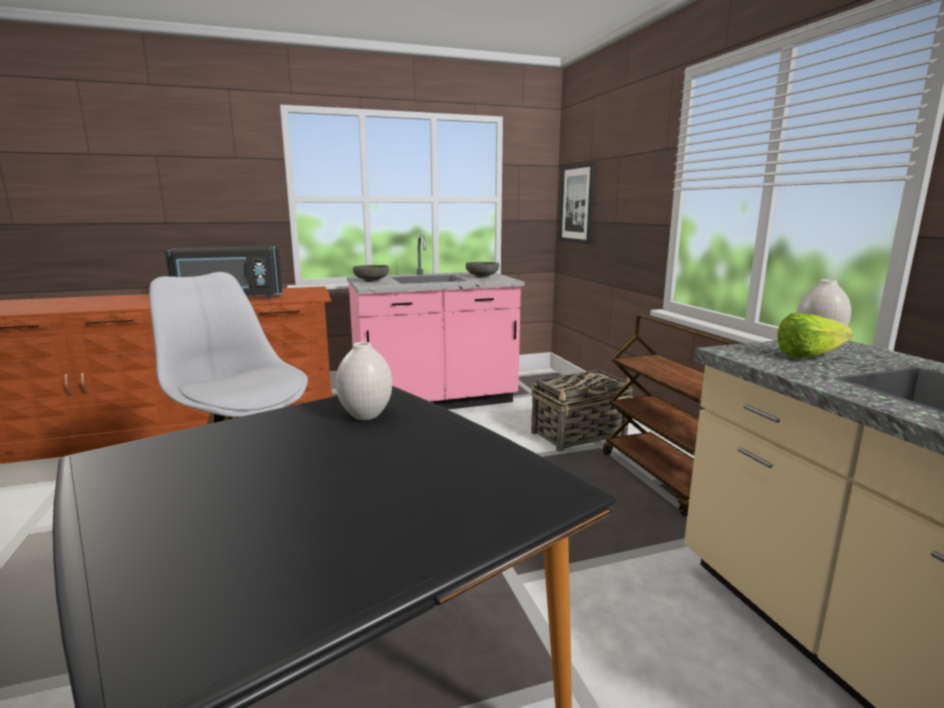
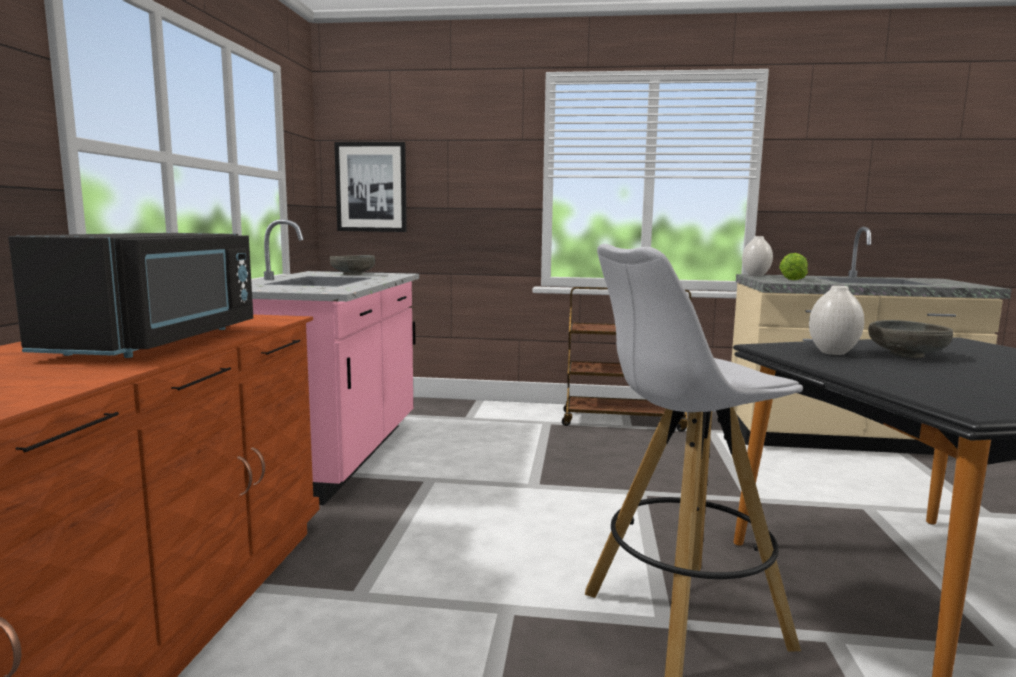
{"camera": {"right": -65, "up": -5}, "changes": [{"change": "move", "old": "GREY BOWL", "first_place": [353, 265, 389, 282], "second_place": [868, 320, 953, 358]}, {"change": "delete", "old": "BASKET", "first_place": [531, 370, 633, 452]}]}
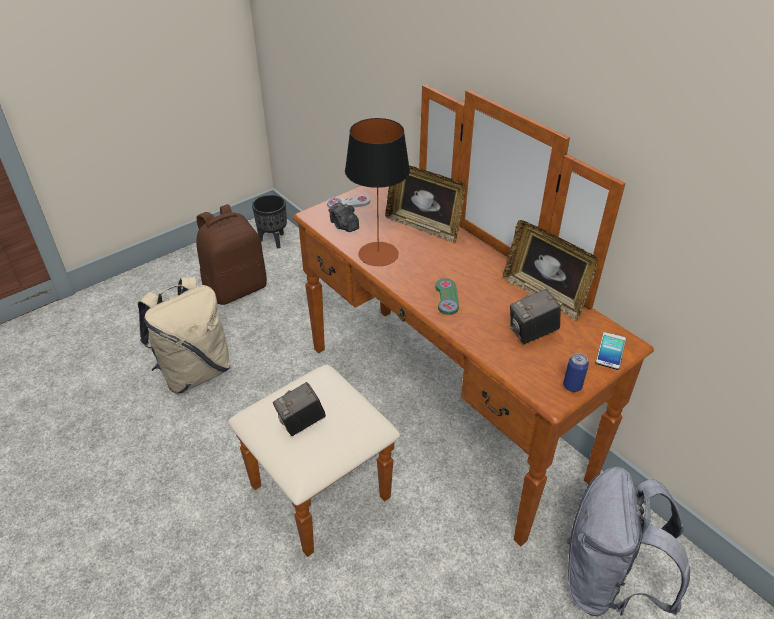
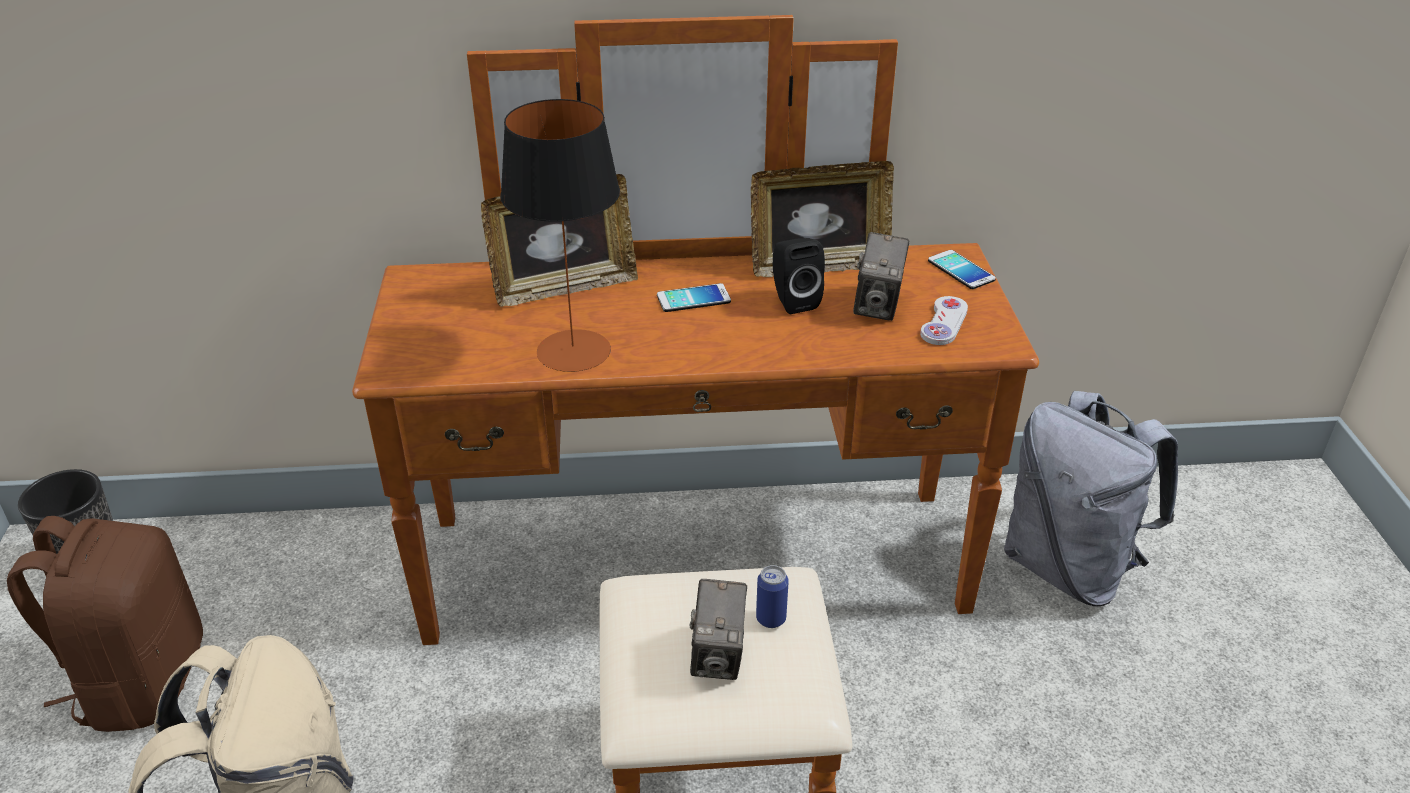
{"camera": {"right": -55, "up": -5}, "changes": [{"change": "move", "old": "WHITE-COLOURED JOYPAD", "first_place": [327, 194, 370, 208], "second_place": [920, 296, 968, 345]}, {"change": "delete", "old": "PHOTO CAMERA", "first_place": [329, 202, 359, 232]}, {"change": "delete", "old": "GREEN-COLOURED JOYPAD", "first_place": [436, 278, 459, 315]}, {"change": "move", "old": "METAL CAN", "first_place": [563, 353, 589, 392], "second_place": [756, 565, 789, 628]}, {"change": "insert", "new": "HANDSET", "second_place": [657, 283, 731, 312]}, {"change": "insert", "new": "BLACKISH AUDIO SPEAKER", "second_place": [773, 238, 825, 314]}]}
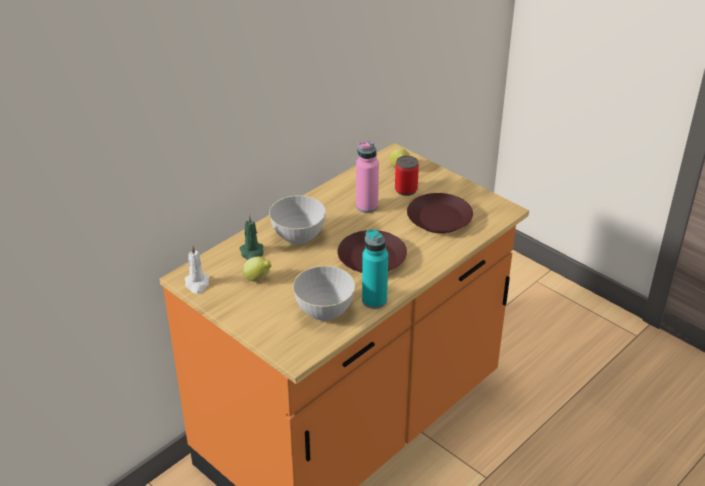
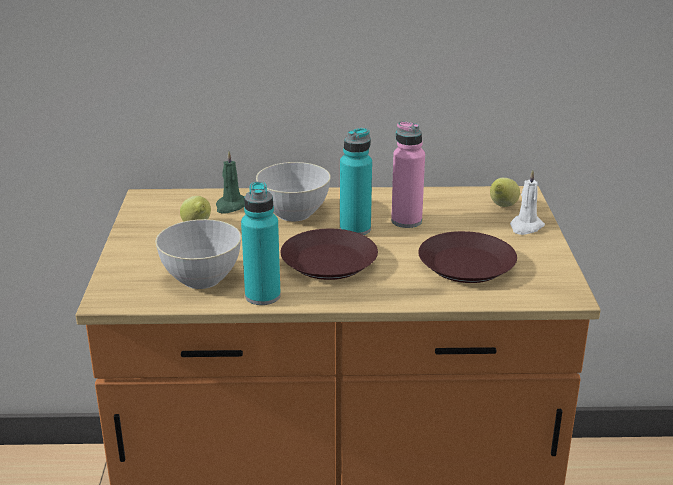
{"camera": {"right": 45, "up": -10}, "changes": [{"change": "move", "old": "WHITE-COLOURED CANDLE", "first_place": [185, 245, 210, 294], "second_place": [510, 170, 545, 235]}, {"change": "delete", "old": "METAL CAN", "first_place": [395, 156, 419, 196]}, {"change": "insert", "new": "TURQUOISE-COLOURED BOTTLE", "second_place": [340, 128, 372, 235]}]}
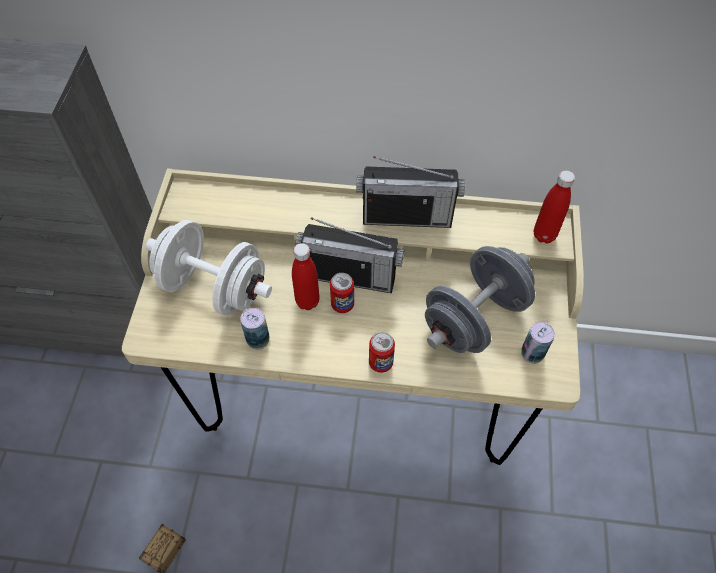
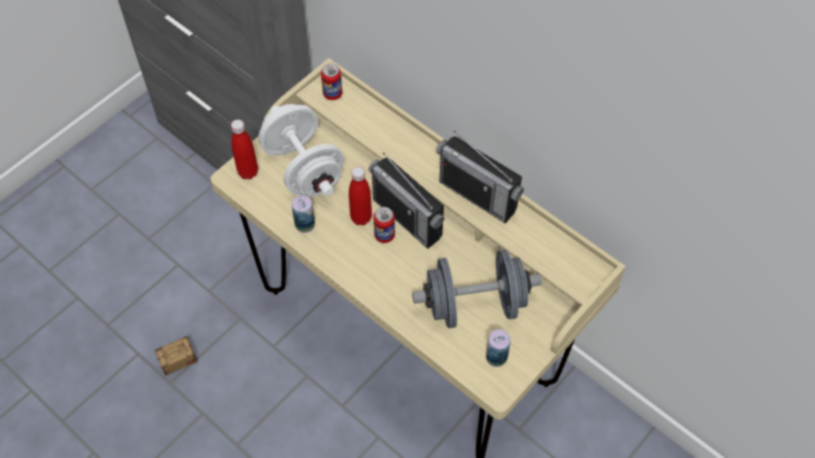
{"camera": {"right": 35, "up": 0}, "changes": [{"change": "move", "old": "METAL CAN", "first_place": [369, 332, 395, 373], "second_place": [321, 63, 342, 100]}, {"change": "move", "old": "REDDISH BOTTLE", "first_place": [534, 170, 575, 244], "second_place": [231, 120, 258, 179]}]}
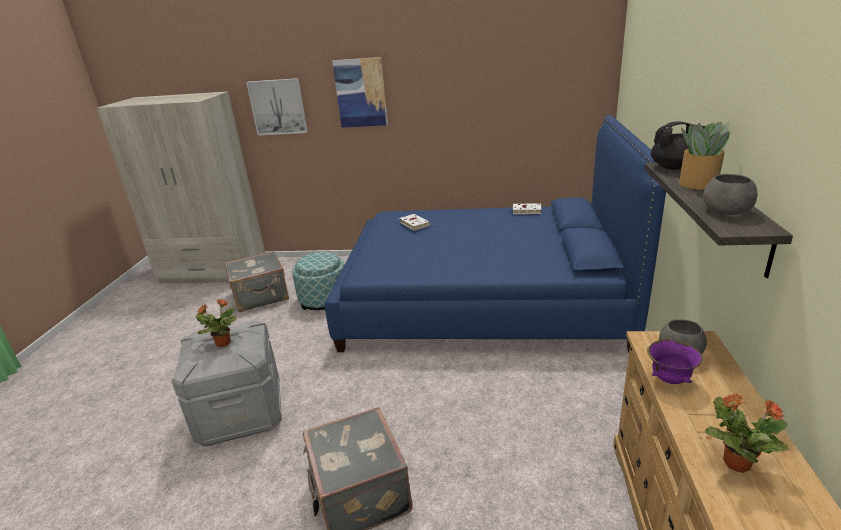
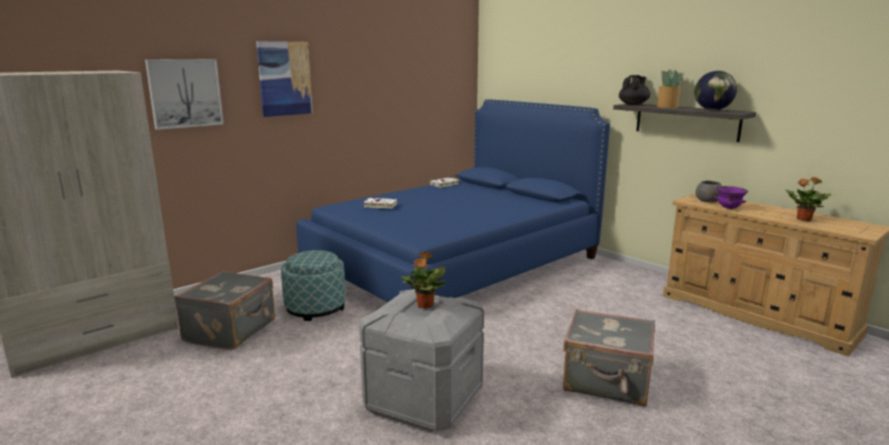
{"camera": {"right": -50, "up": -10}, "changes": [{"change": "replace", "old": "GREY BOWL", "new": "GLOBE", "first_place": [703, 174, 757, 215], "second_place": [695, 71, 737, 110]}]}
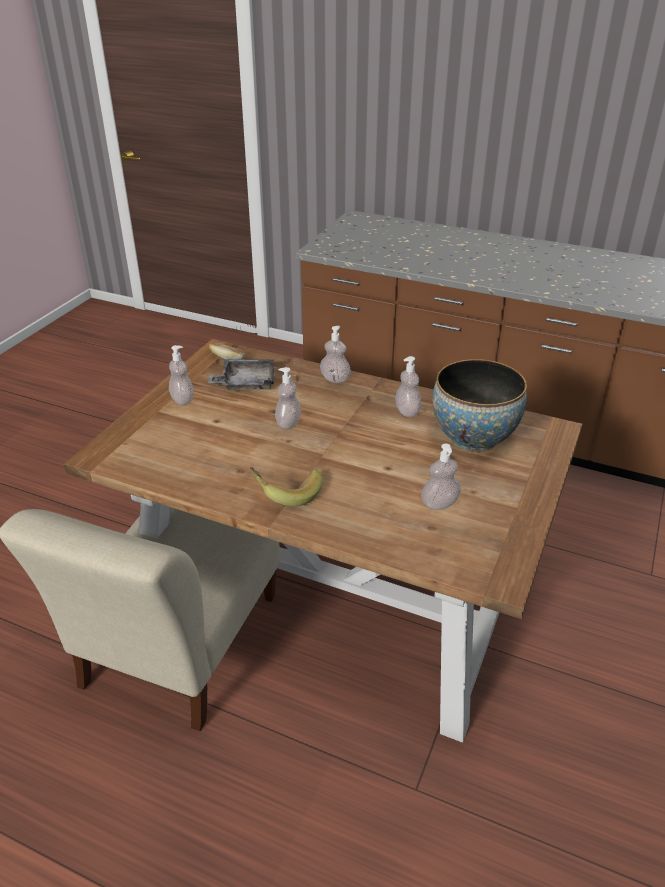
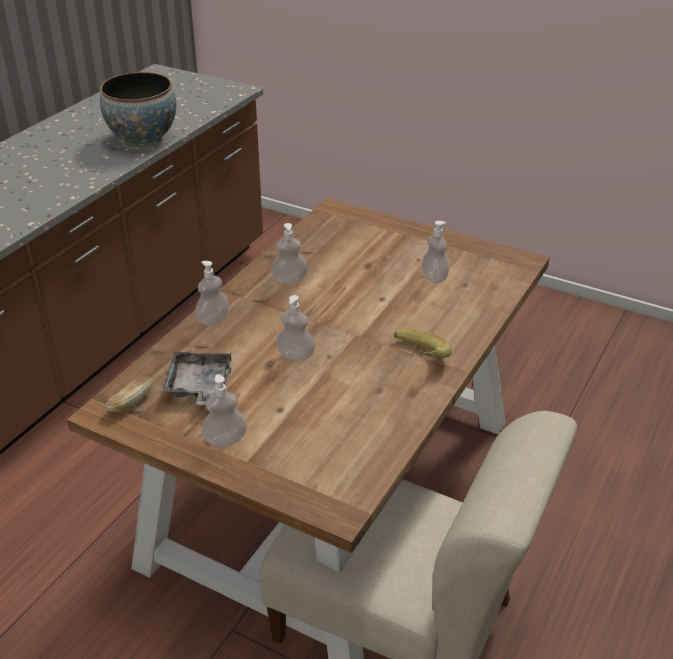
{"camera": {"right": -85, "up": 0}, "changes": [{"change": "move", "old": "BOWL", "first_place": [432, 359, 527, 453], "second_place": [100, 72, 176, 148]}]}
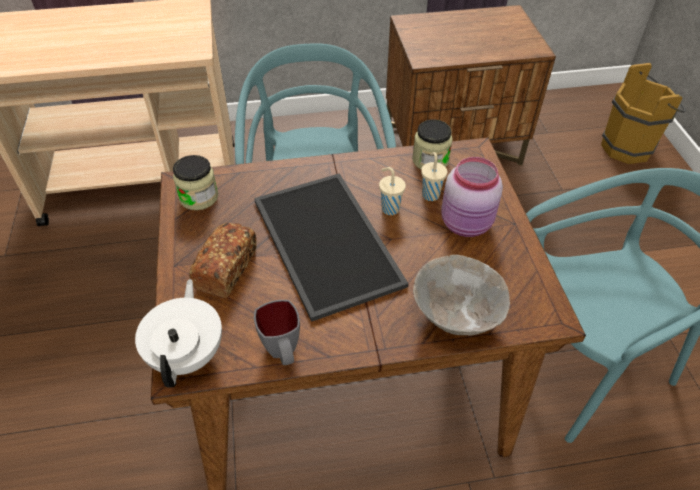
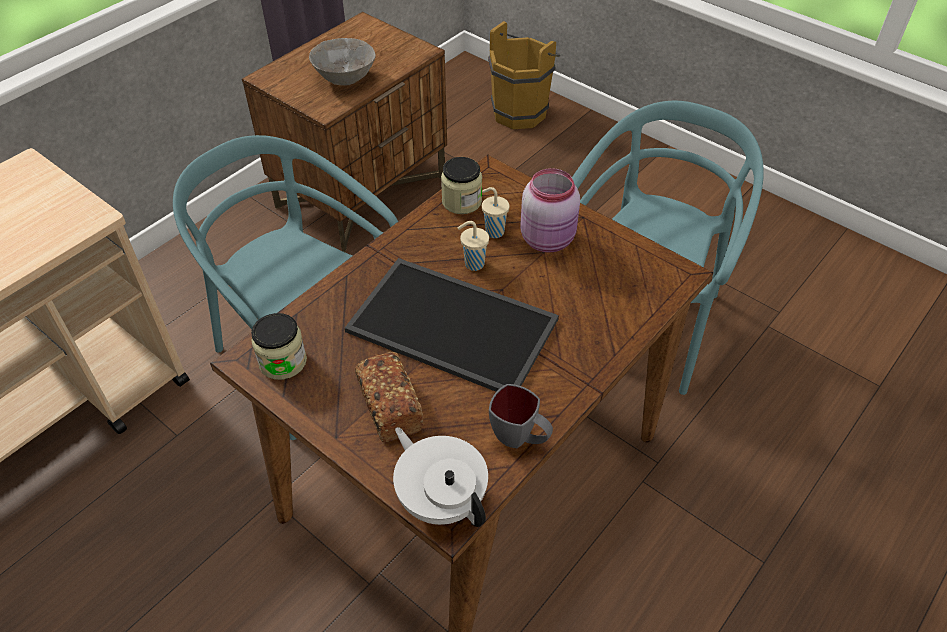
{"camera": {"right": -40, "up": 0}, "changes": [{"change": "move", "old": "GREY BOWL", "first_place": [413, 255, 510, 336], "second_place": [309, 38, 376, 86]}]}
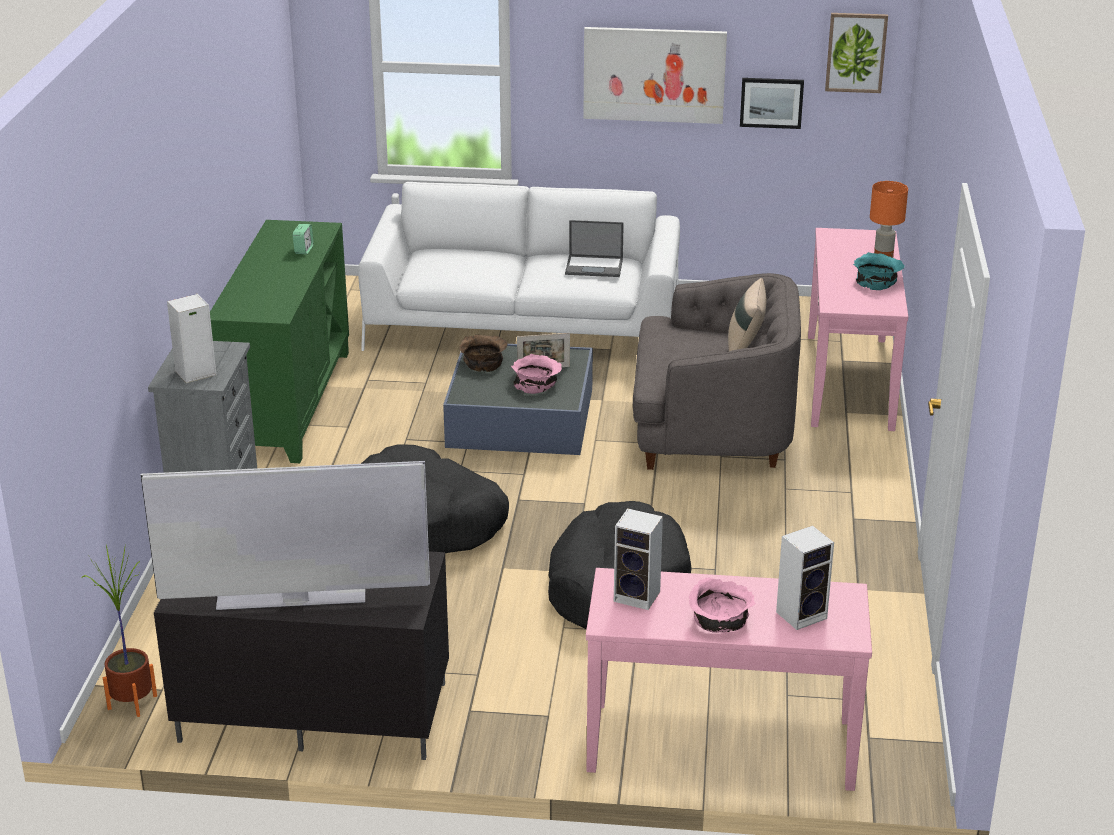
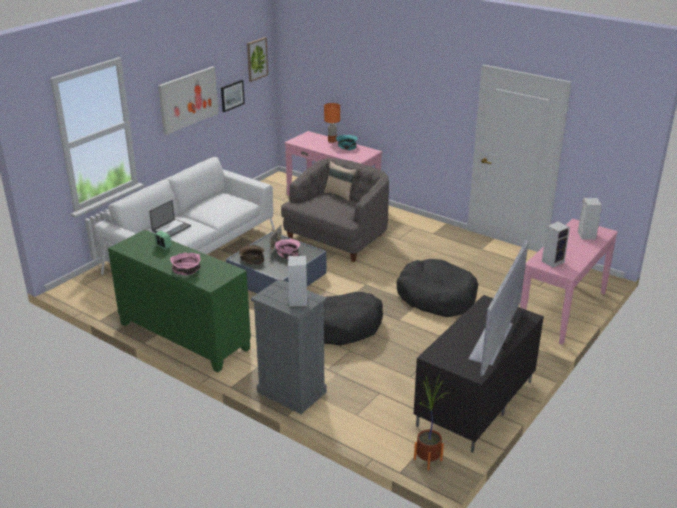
{"camera": {"right": -60, "up": 0}, "changes": [{"change": "move", "old": "LAPTOP", "first_place": [565, 220, 624, 277], "second_place": [149, 200, 191, 237]}, {"change": "move", "old": "PINKISH BOWL", "first_place": [689, 577, 755, 633], "second_place": [170, 252, 201, 275]}]}
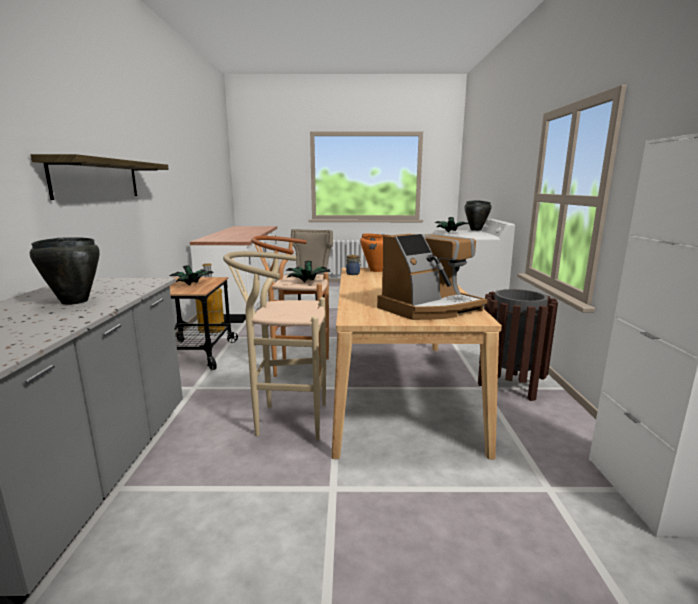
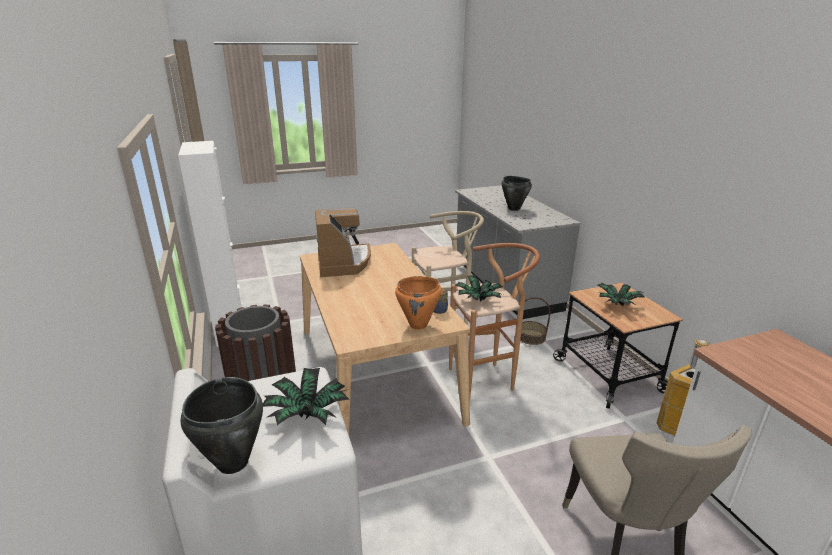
{"camera": {"right": 160, "up": 10}, "changes": [{"change": "delete", "old": "SHELF", "first_place": [31, 154, 169, 200]}, {"change": "rotate", "old": "COFFEE BREWER", "first_place": [377, 234, 488, 320], "second_place": [315, 208, 371, 277], "degrees": 135}, {"change": "insert", "new": "BASKET", "second_place": [520, 297, 550, 345]}]}
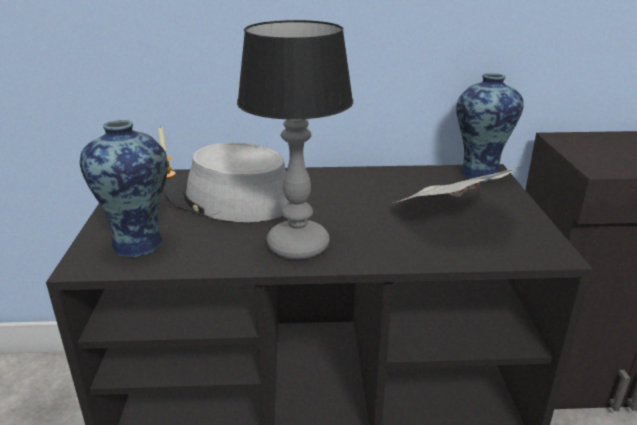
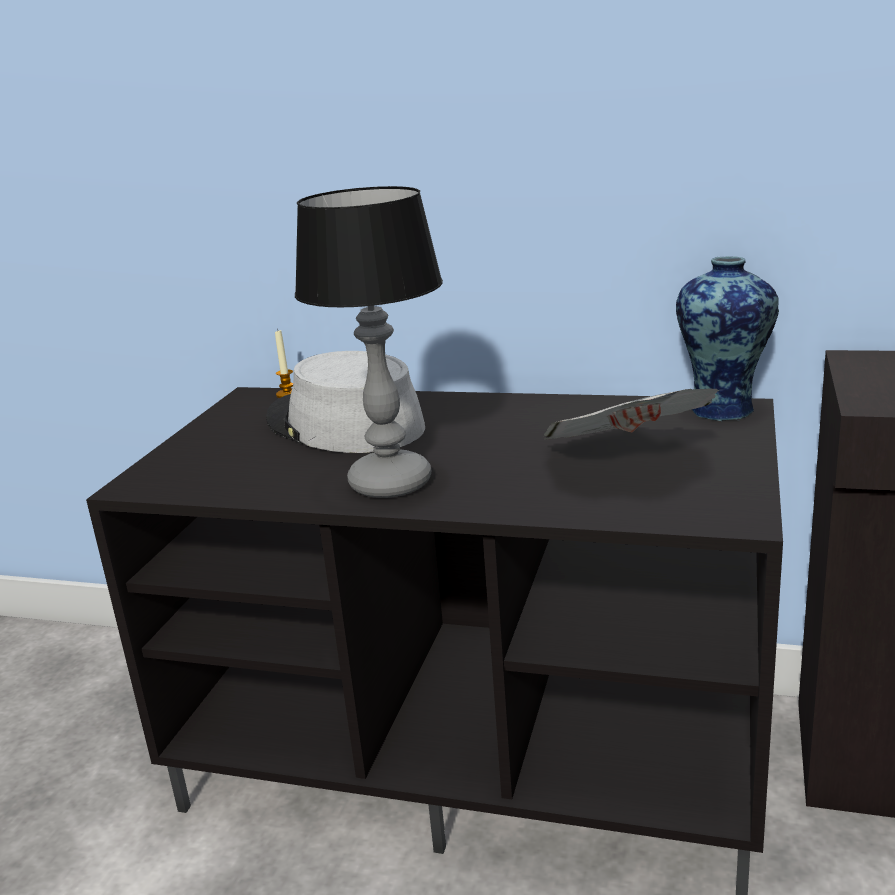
{"camera": {"right": 20, "up": -5}, "changes": [{"change": "delete", "old": "VASE", "first_place": [80, 120, 168, 257]}]}
